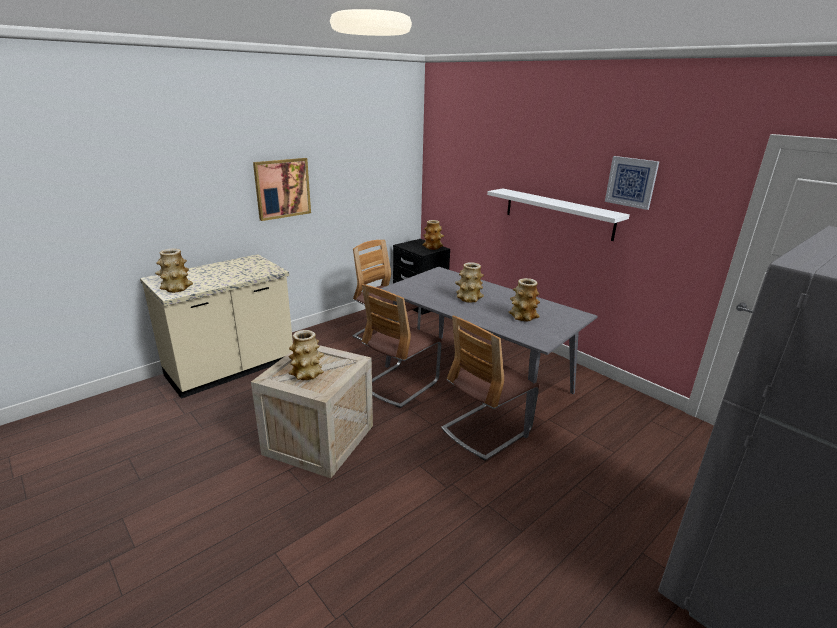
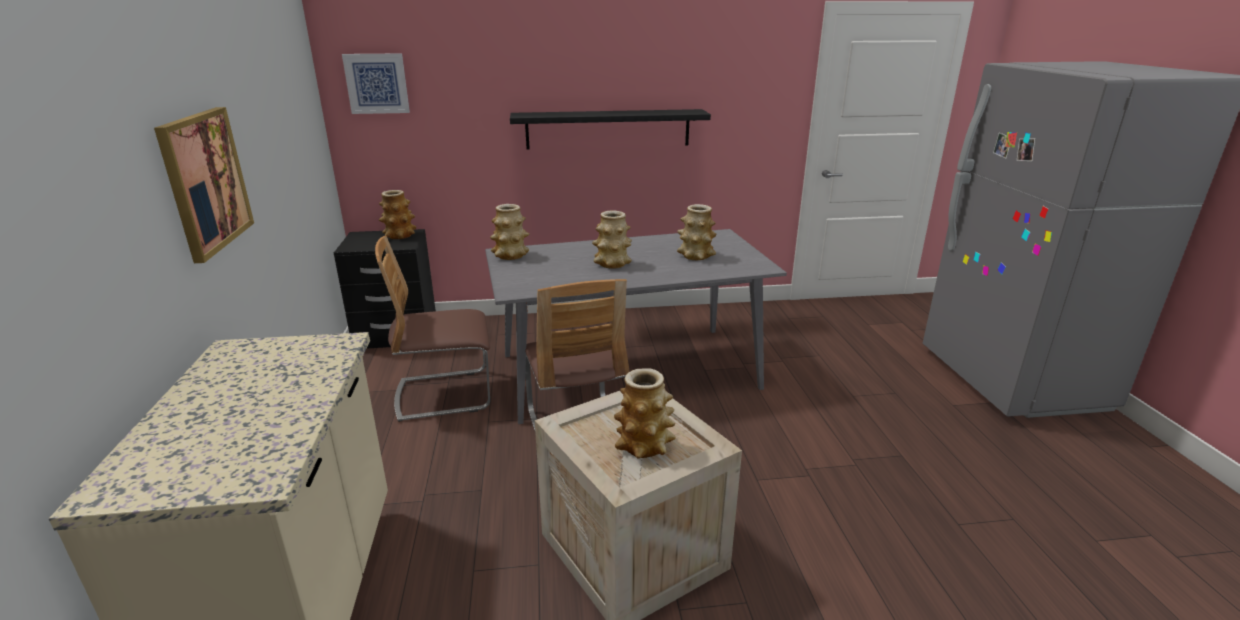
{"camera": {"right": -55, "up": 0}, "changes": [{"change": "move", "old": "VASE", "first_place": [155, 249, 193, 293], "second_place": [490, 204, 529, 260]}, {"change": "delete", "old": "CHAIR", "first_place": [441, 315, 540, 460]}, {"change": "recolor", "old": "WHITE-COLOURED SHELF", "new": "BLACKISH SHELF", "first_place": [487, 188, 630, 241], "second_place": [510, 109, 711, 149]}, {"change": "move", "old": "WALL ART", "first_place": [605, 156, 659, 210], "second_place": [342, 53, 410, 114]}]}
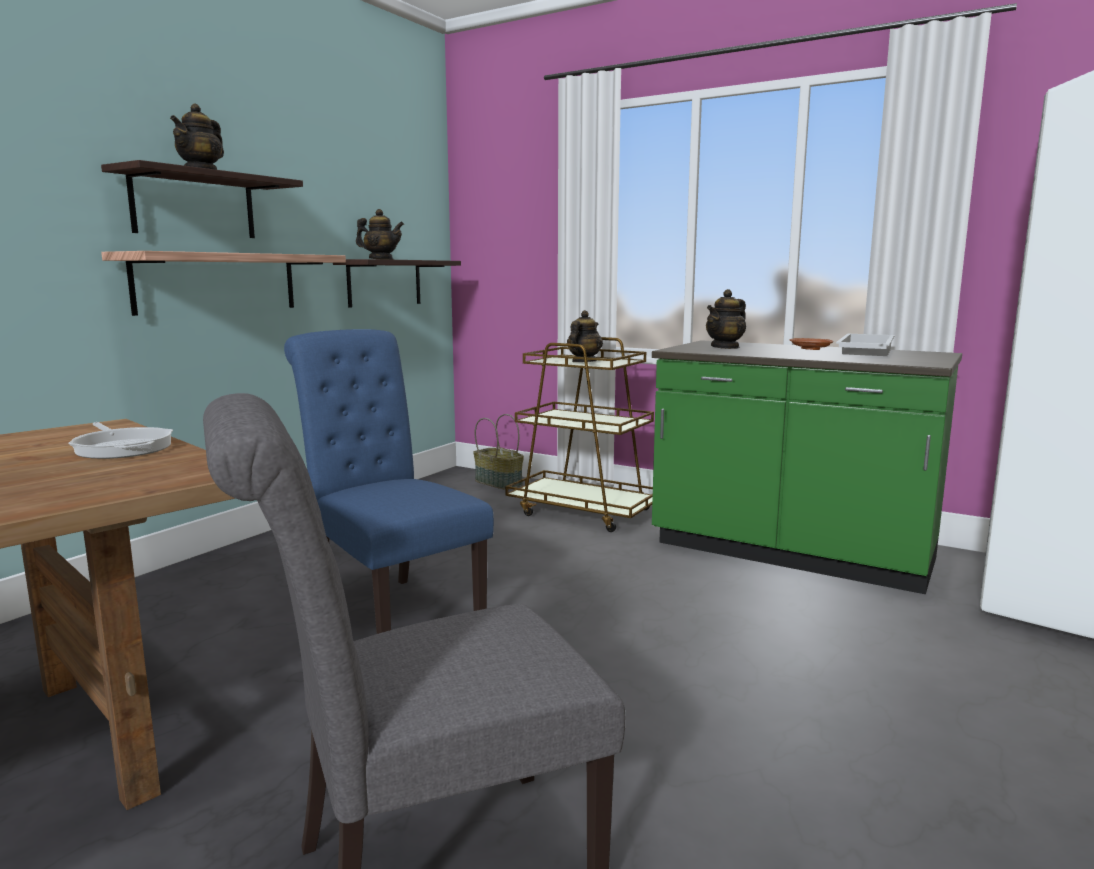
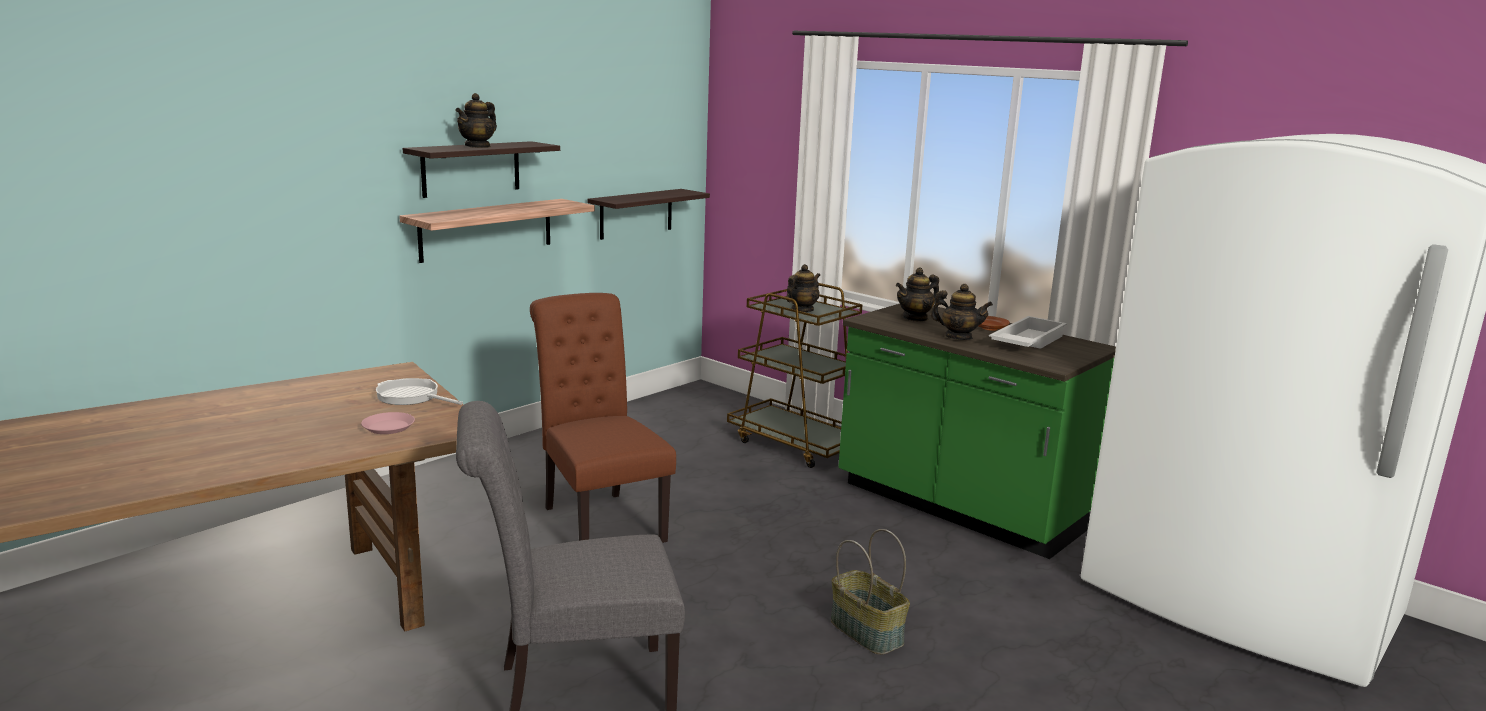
{"camera": {"right": 10, "up": 5}, "changes": [{"change": "rotate", "old": "FRYING PAN", "first_place": [68, 422, 173, 459], "second_place": [376, 378, 463, 405], "degrees": 150}, {"change": "recolor", "old": "BLUE CHAIR", "new": "BROWNISH CHAIR", "first_place": [284, 329, 494, 634], "second_place": [530, 293, 676, 543]}, {"change": "move", "old": "POT FOR TEA", "first_place": [356, 209, 404, 260], "second_place": [931, 284, 993, 340]}, {"change": "move", "old": "BASKET", "first_place": [473, 414, 524, 490], "second_place": [831, 529, 910, 655]}, {"change": "insert", "new": "PINKISH FLAT DISH", "second_place": [361, 412, 415, 434]}]}
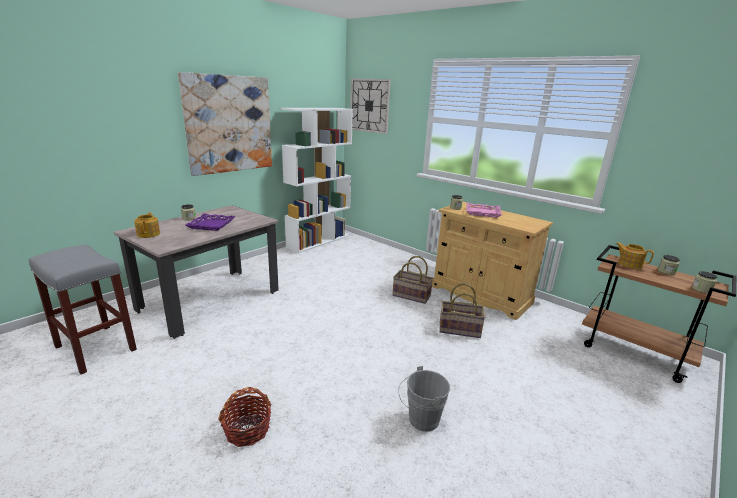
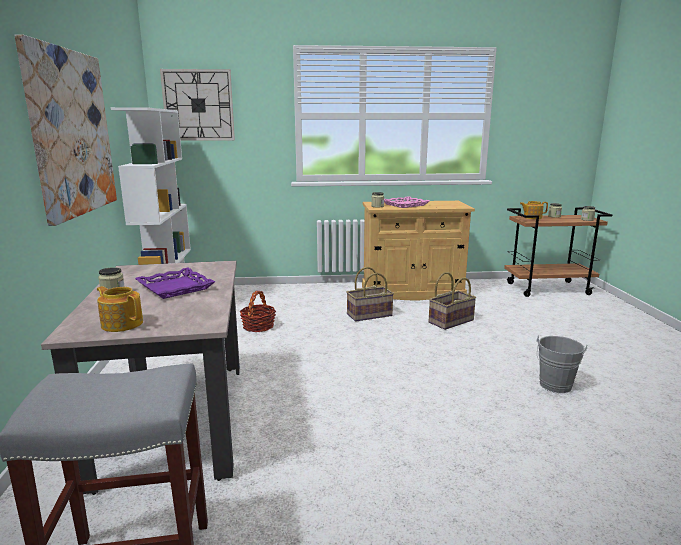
{"camera": {"right": -45, "up": -5}, "changes": [{"change": "move", "old": "BASKET", "first_place": [218, 387, 271, 447], "second_place": [240, 291, 276, 332]}]}
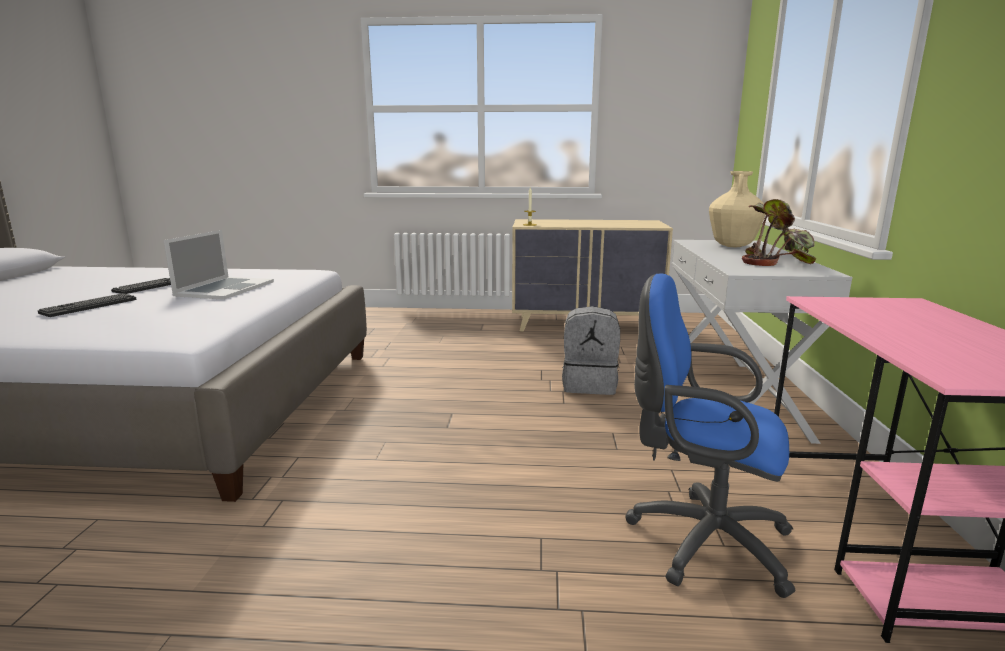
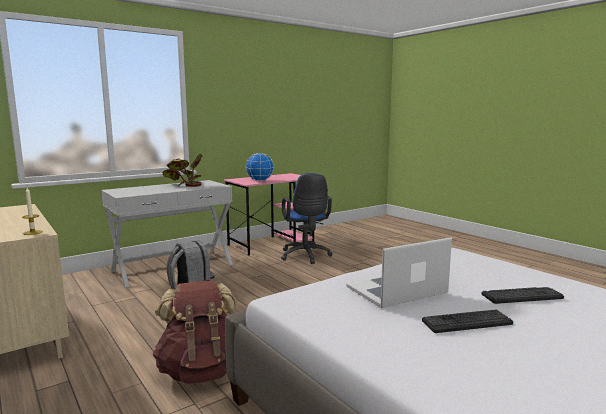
{"camera": {"right": -130, "up": -5}, "changes": [{"change": "delete", "old": "BEIGE VASE", "first_place": [709, 171, 766, 247]}, {"change": "insert", "new": "BROWNISH BACKPACK", "second_place": [152, 280, 238, 384]}, {"change": "insert", "new": "GLOBE", "second_place": [246, 153, 274, 181]}]}
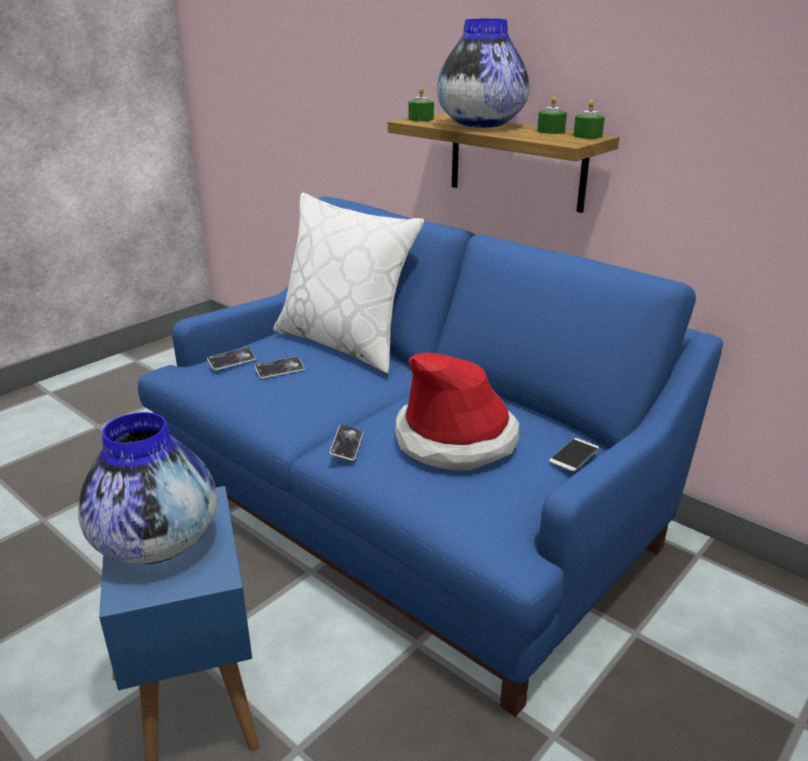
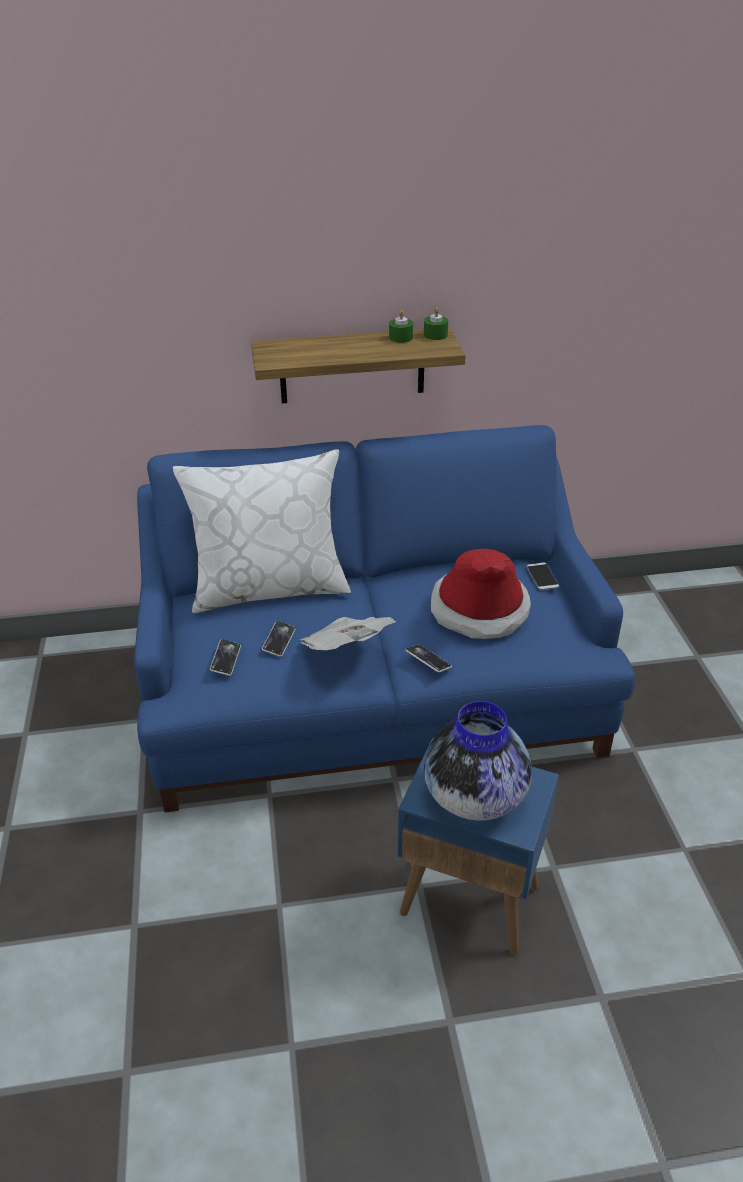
{"camera": {"right": -50, "up": 10}, "changes": [{"change": "delete", "old": "GREEN-COLOURED CANDLE", "first_place": [409, 87, 434, 121]}, {"change": "delete", "old": "VASE", "first_place": [437, 19, 529, 128]}, {"change": "insert", "new": "NEWSPAPER", "second_place": [300, 617, 396, 650]}]}
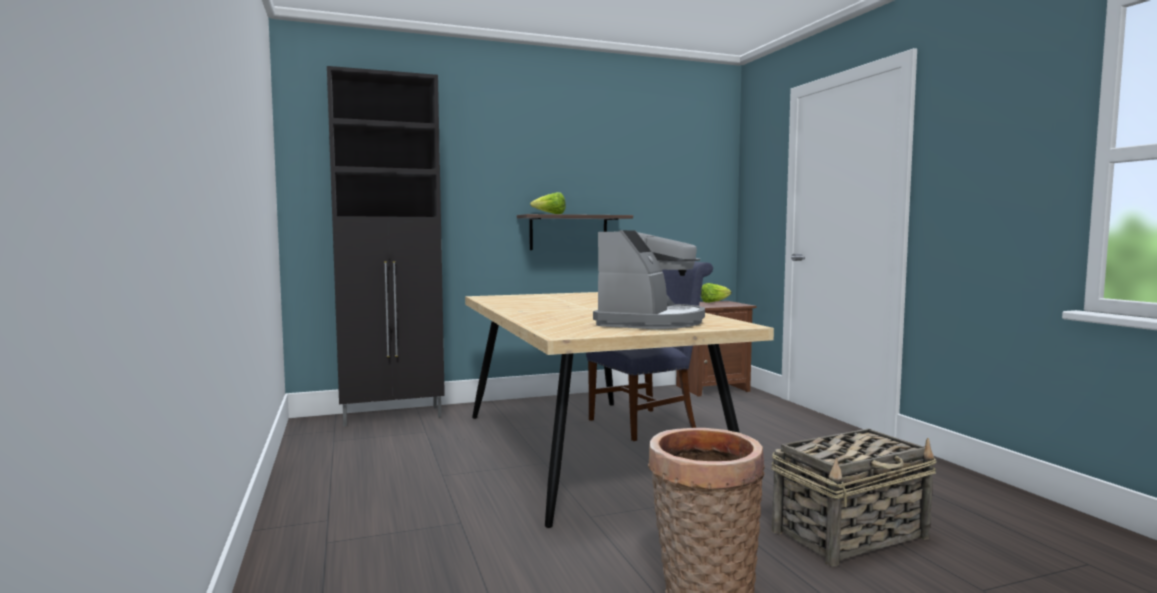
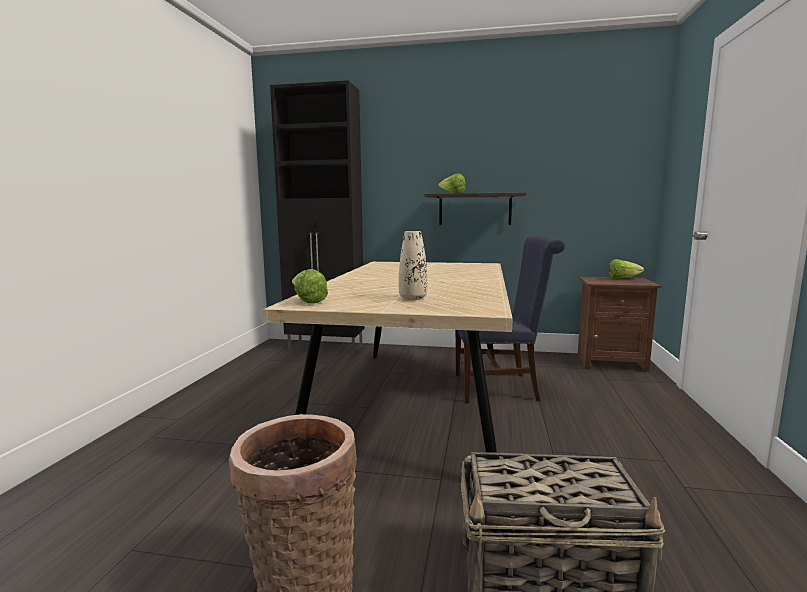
{"camera": {"right": 30, "up": 5}, "changes": [{"change": "replace", "old": "COFFEE BREWER", "new": "BEIGE VASE", "first_place": [593, 230, 705, 329], "second_place": [399, 231, 428, 300]}, {"change": "insert", "new": "HEAD OF LETTUCE", "second_place": [292, 269, 328, 303]}]}
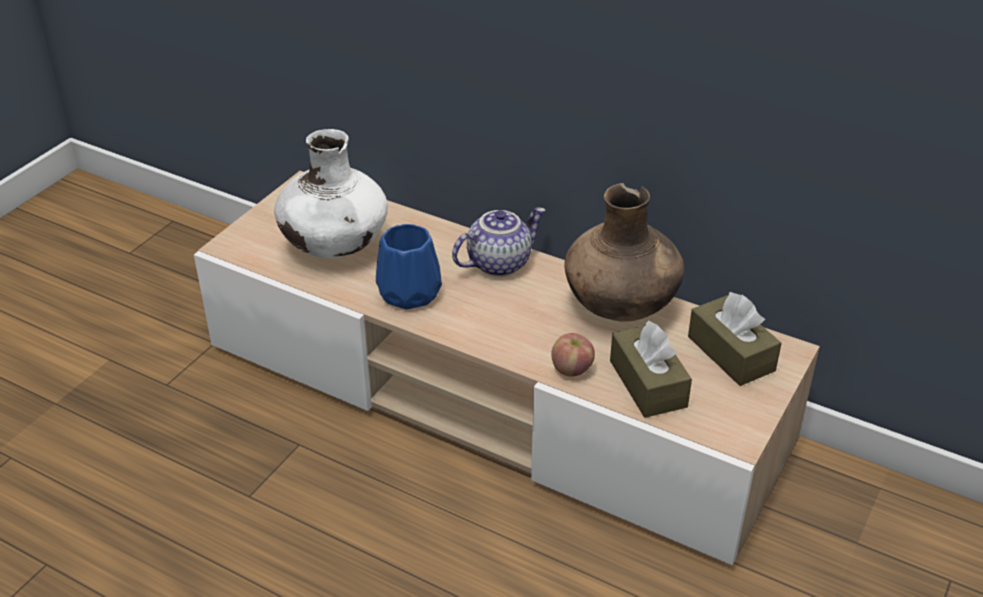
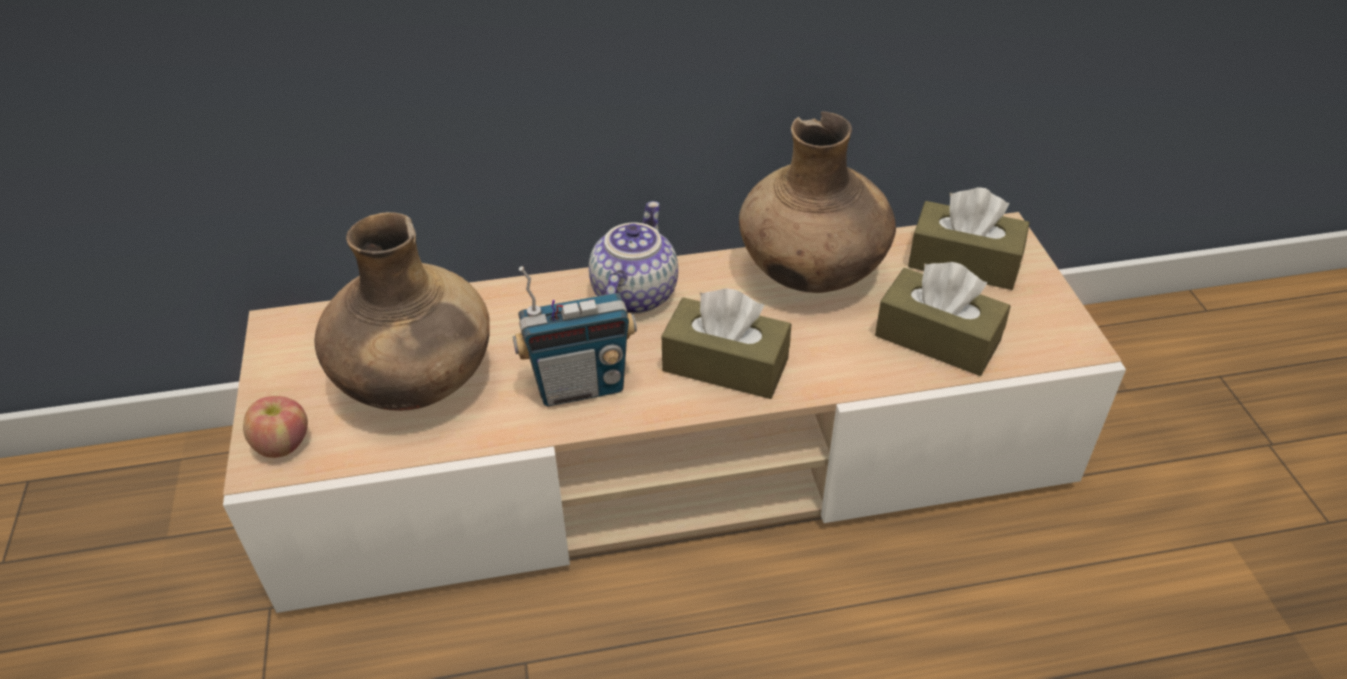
{"camera": {"right": -40, "up": 5}, "changes": [{"change": "recolor", "old": "WHITE-COLOURED VASE", "new": "BROWNISH VASE", "first_place": [274, 129, 388, 258], "second_place": [314, 212, 490, 411]}, {"change": "replace", "old": "BLUE VASE", "new": "RADIO SET", "first_place": [376, 224, 442, 310], "second_place": [513, 266, 637, 406]}, {"change": "move", "old": "APPLE", "first_place": [551, 333, 595, 377], "second_place": [243, 396, 308, 458]}, {"change": "insert", "new": "BROWNISH TISSUE BOX", "second_place": [662, 288, 791, 399]}]}
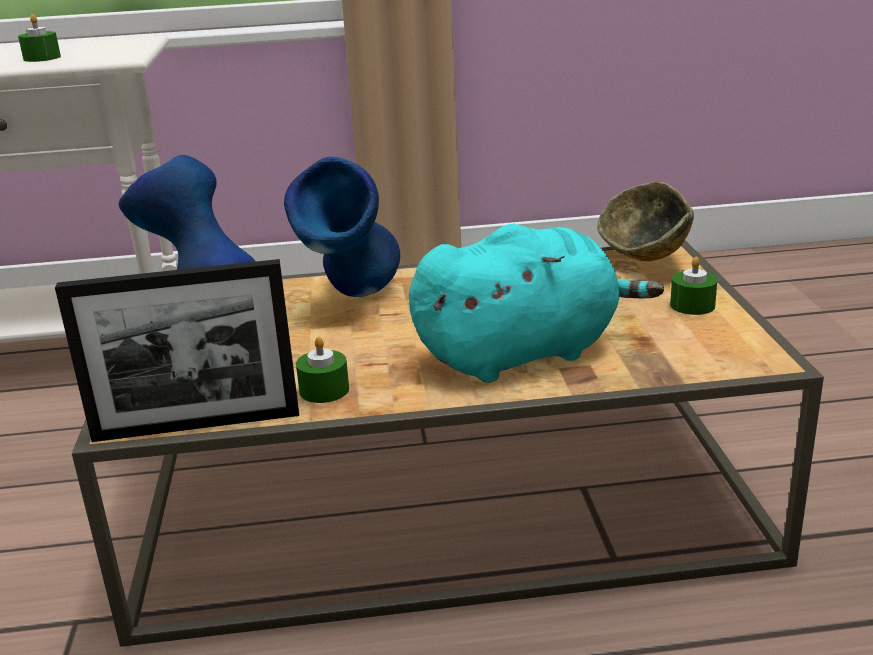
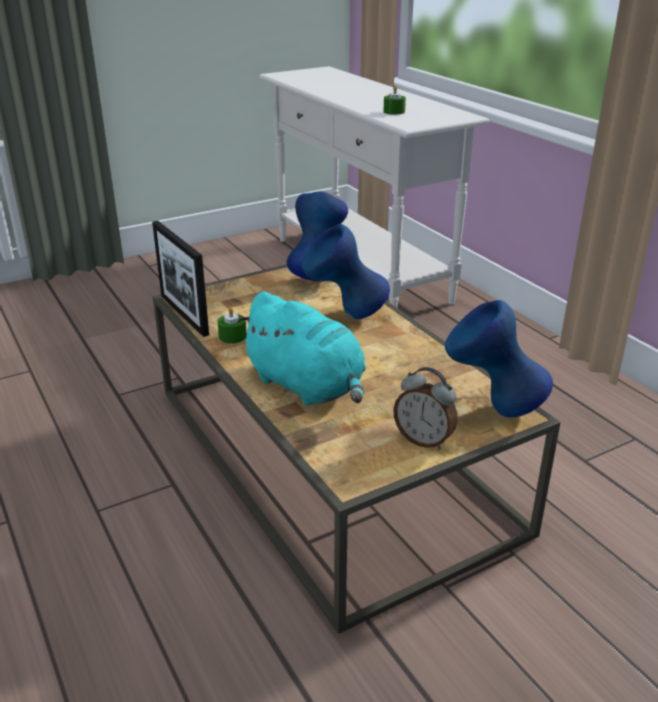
{"camera": {"right": 65, "up": 5}, "changes": [{"change": "replace", "old": "BOWL", "new": "BLUE VASE", "first_place": [597, 182, 694, 262], "second_place": [445, 300, 553, 417]}, {"change": "replace", "old": "GREEN-COLOURED CANDLE", "new": "TABLE CLOCK", "first_place": [670, 257, 717, 315], "second_place": [393, 367, 458, 450]}]}
